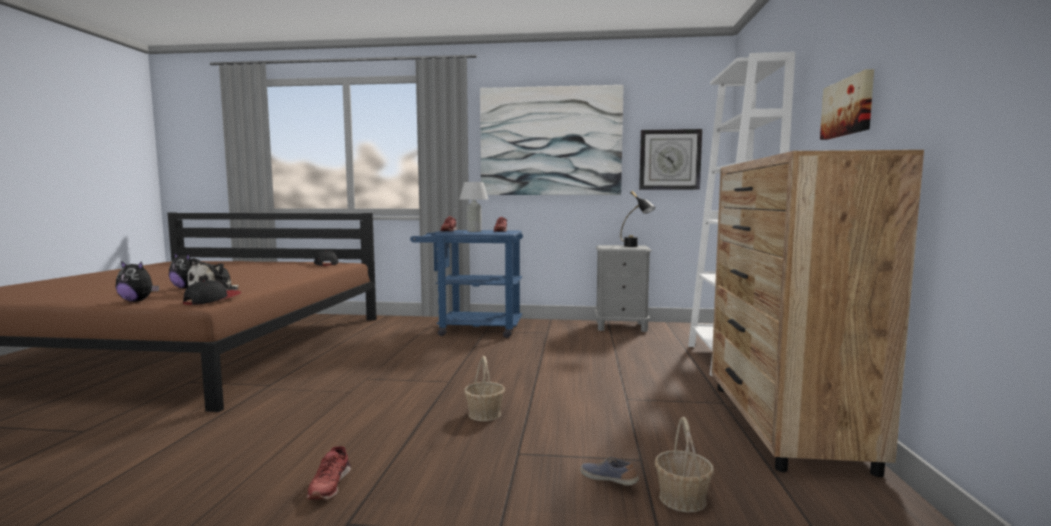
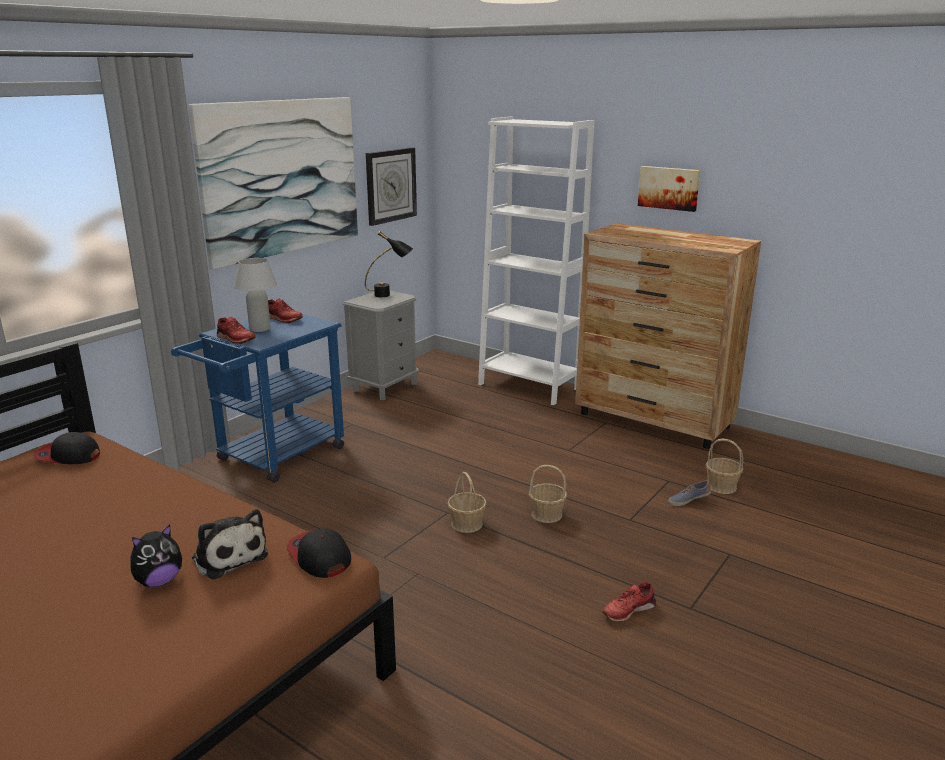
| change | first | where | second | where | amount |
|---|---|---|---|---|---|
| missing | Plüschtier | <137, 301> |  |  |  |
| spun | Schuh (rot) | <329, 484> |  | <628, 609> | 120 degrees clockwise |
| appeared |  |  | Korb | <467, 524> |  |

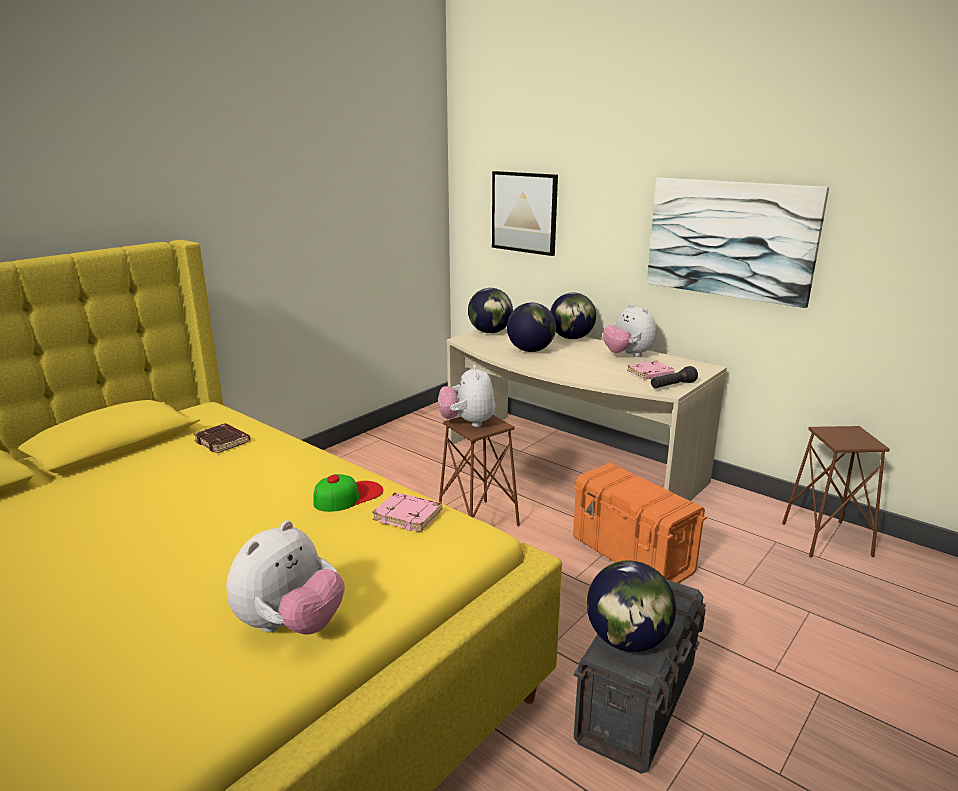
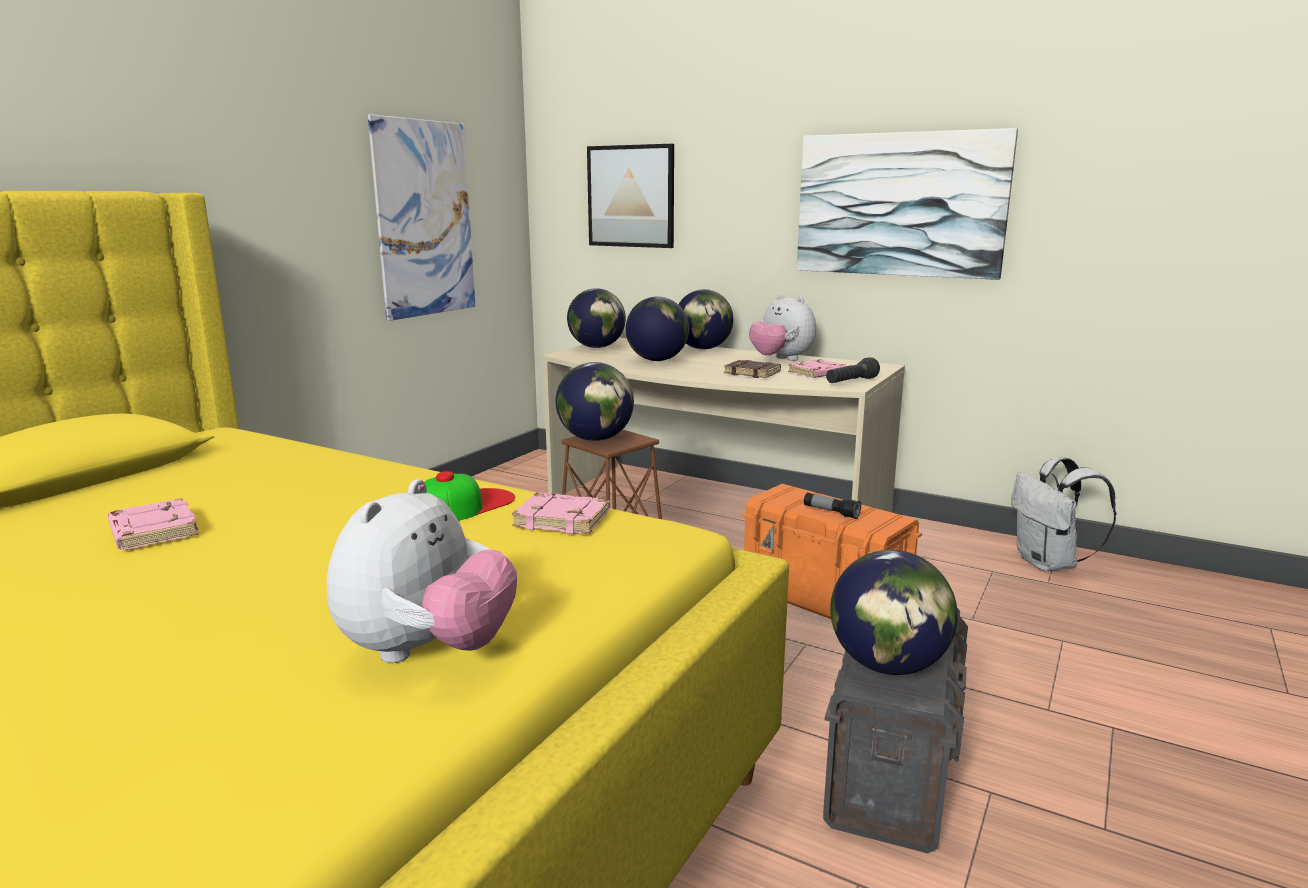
| change | first | where | second | where | amount |
|---|---|---|---|---|---|
| exchanged | Plüschtier | <467, 423> | Globus | <595, 439> |  |
| relocated | Buch (braun) | <223, 442> |  | <753, 373> |  |
| exchanged | Hocker (braun) | <826, 539> | Rucksack (weiß) | <1049, 564> |  |
| appeared |  |  | Bild | <425, 219> |  |
| appeared |  |  | Taschenlampe | <831, 512> |  |
| appeared |  |  | Buch (rosa) | <152, 531> |  |

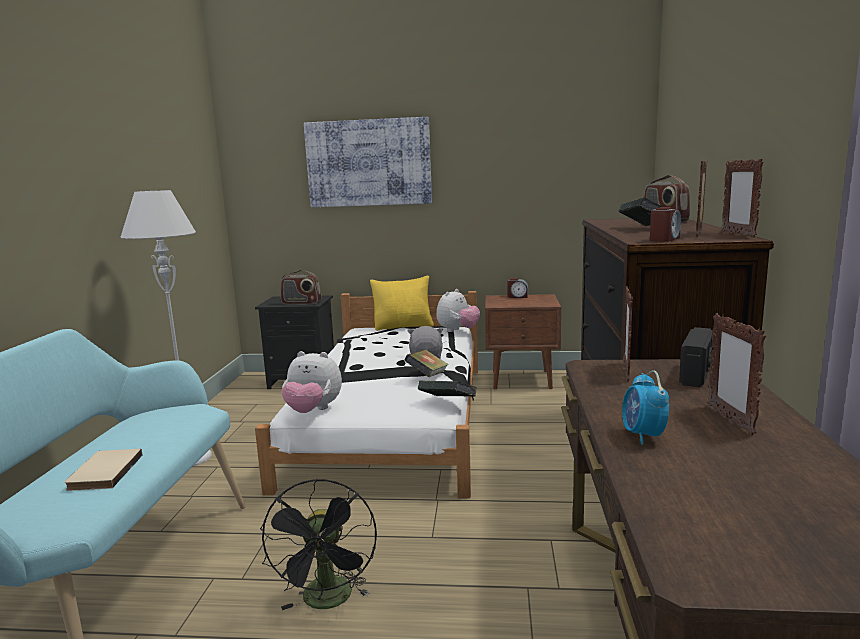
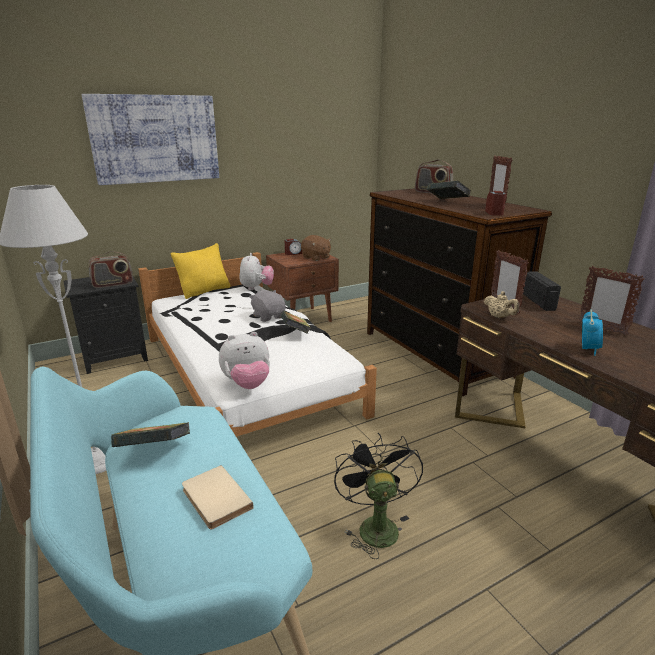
| change | first | where | second | where | amount |
|---|---|---|---|---|---|
| missing | Bilderrahmen | <738, 234> |  |  |  |
| spun | Wecker | <643, 436> |  | <588, 349> | 120 degrees counterclockwise |
| relocated | Buch | <447, 403> |  | <154, 451> |  |
| spun | Ventilator (schwarz) | <328, 601> |  | <374, 525> | 150 degrees counterclockwise |
| appeared |  |  | Plüschtier (braun) | <316, 257> |  |
| appeared |  |  | Teekanne (beige) | <499, 317> |  |

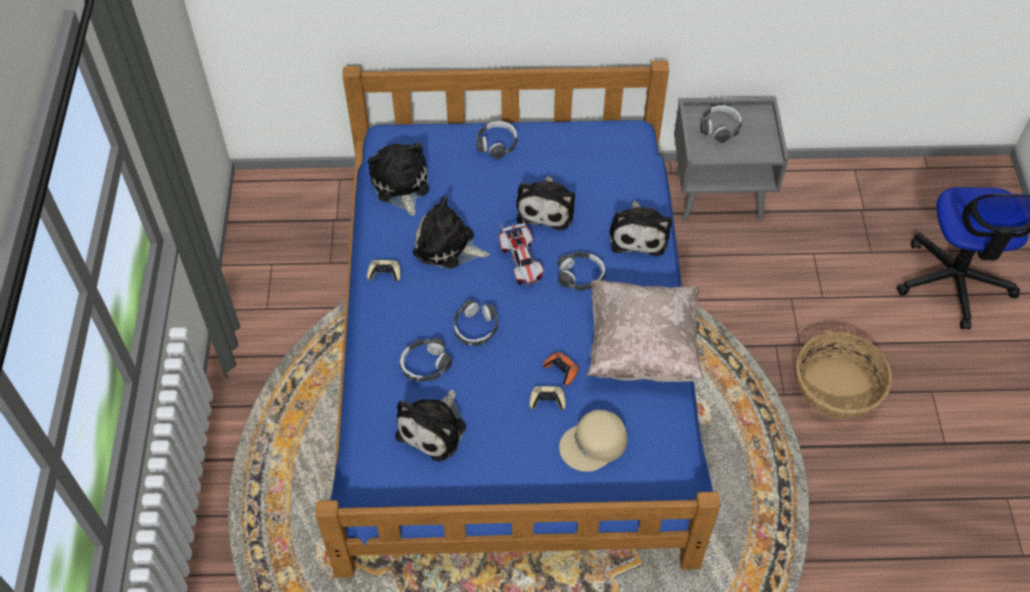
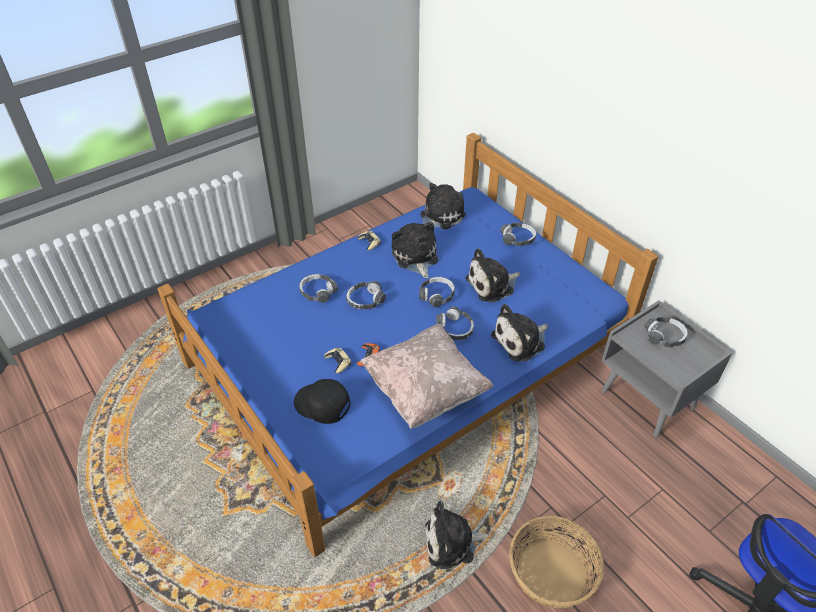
| change | first | where | second | where | amount |
|---|---|---|---|---|---|
| exchanged | Spielzeugauto | <521, 262> | Kopfhörer | <436, 295> |  |
| relocated | Plüschtier | <434, 428> |  | <453, 542> |  |
| colour | Kappe (beige) | <594, 444> | Kappe (schwarz) | <322, 404> |  |

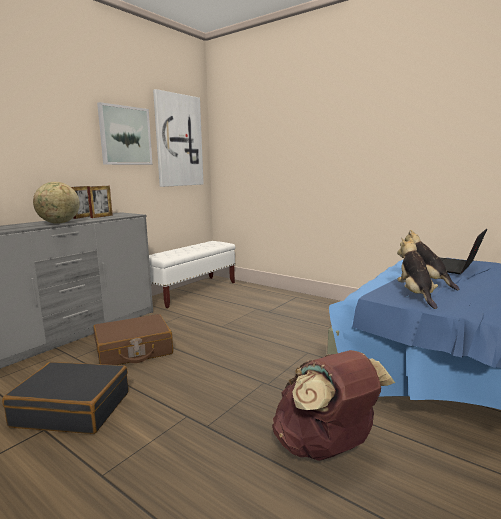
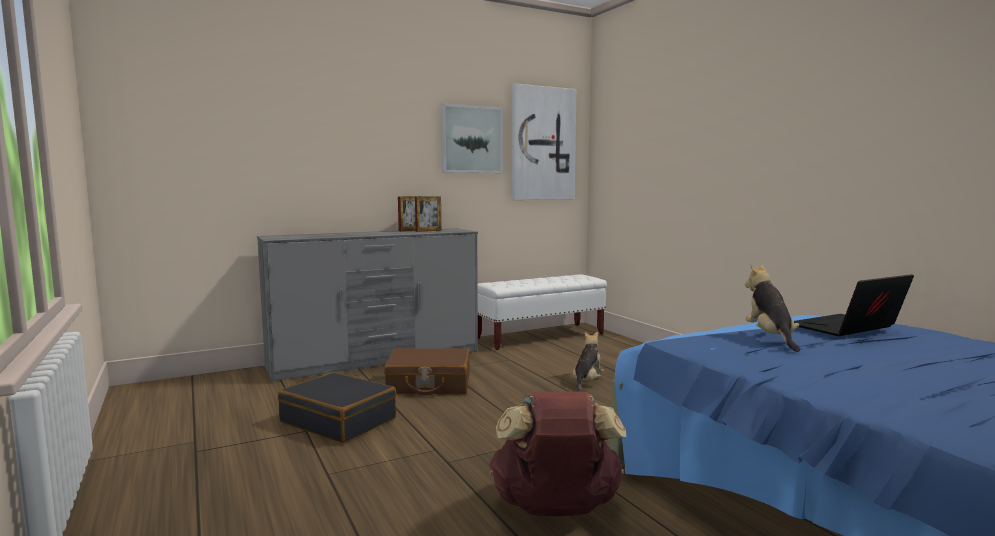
| change | first | where | second | where | amount |
|---|---|---|---|---|---|
| missing | Globus | <59, 223> |  |  |  |
| relocated | Plüschtier | <415, 295> |  | <587, 382> |  |

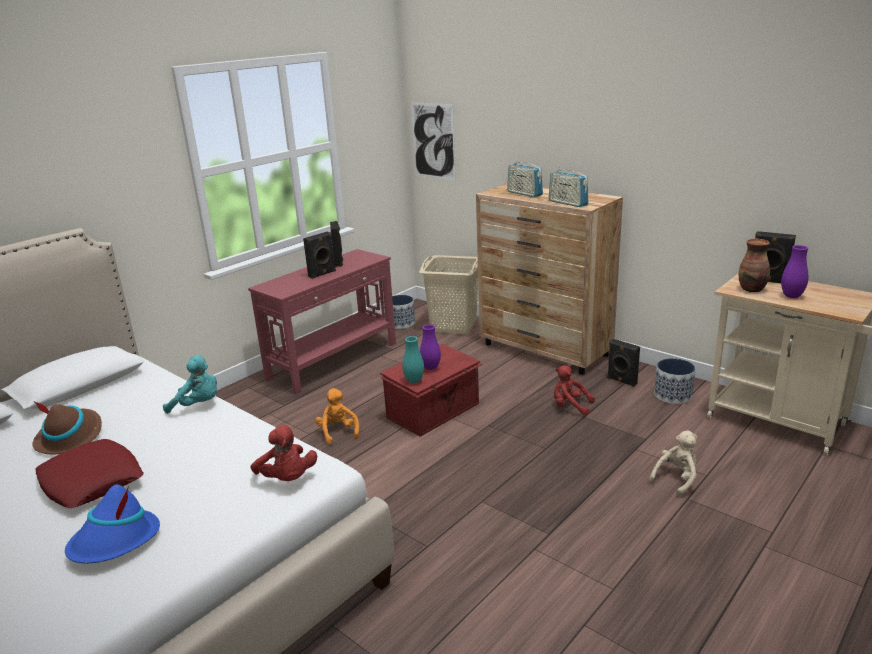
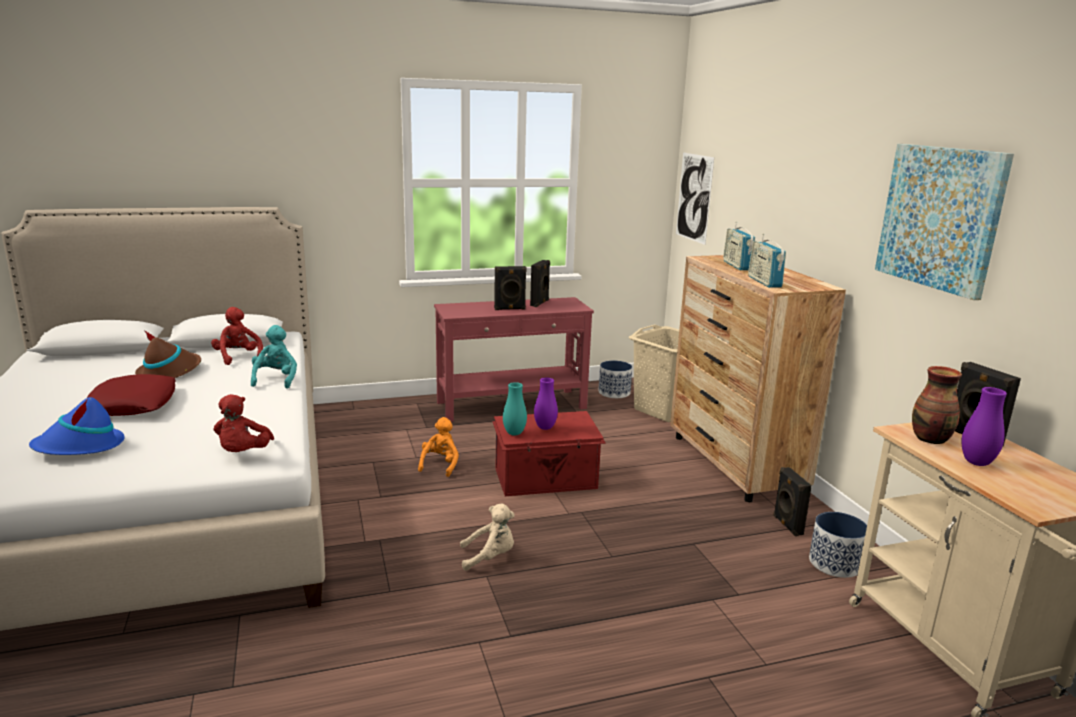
| change | first | where | second | where | amount |
|---|---|---|---|---|---|
| spun | Plüschtier (türkis) | <198, 405> |  | <276, 379> | 135 degrees counterclockwise |
| relocated | Plüschtier (rot) | <570, 406> |  | <238, 357> |  |
| relocated | Plüschtier (beige) | <676, 479> |  | <490, 557> |  |
| appeared |  |  | Bild | <940, 217> |  |

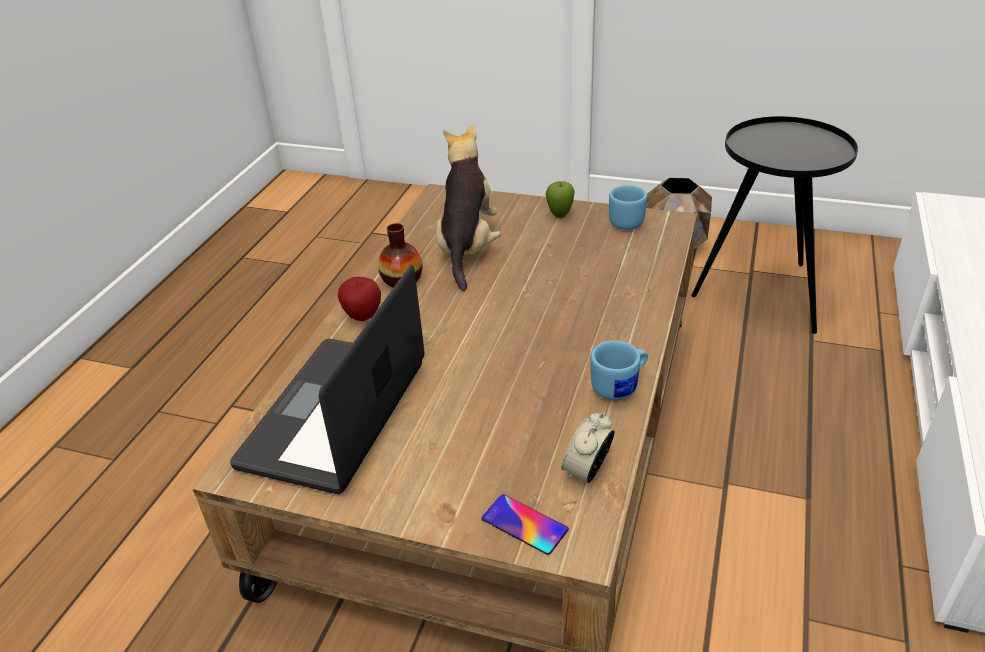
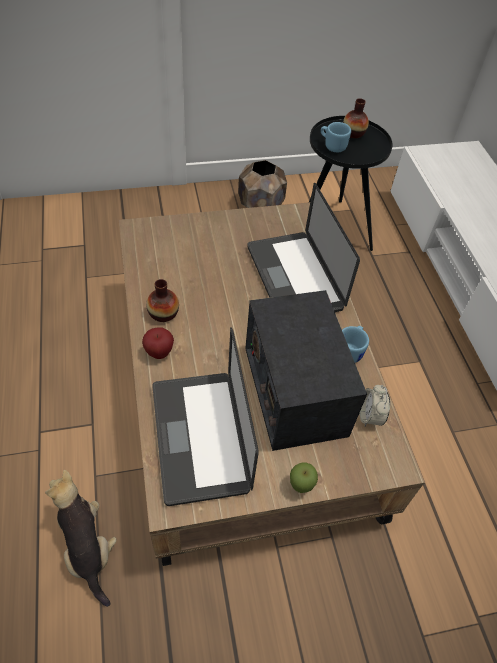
| change | first | where | second | where | amount |
|---|---|---|---|---|---|
| relocated | Plüschtier | <467, 247> |  | <88, 547> |  |
| relocated | Apfel | <560, 216> |  | <300, 486> |  |
| relocated | Henkelbecher (blau) | <623, 221> |  | <332, 146> |  |
| missing | Handy | <524, 524> |  |  |  |
| appeared |  |  | Vase | <353, 133> |  |
| appeared |  |  | Laptop | <294, 277> |  |
| appeared |  |  | Radio | <294, 389> |  |

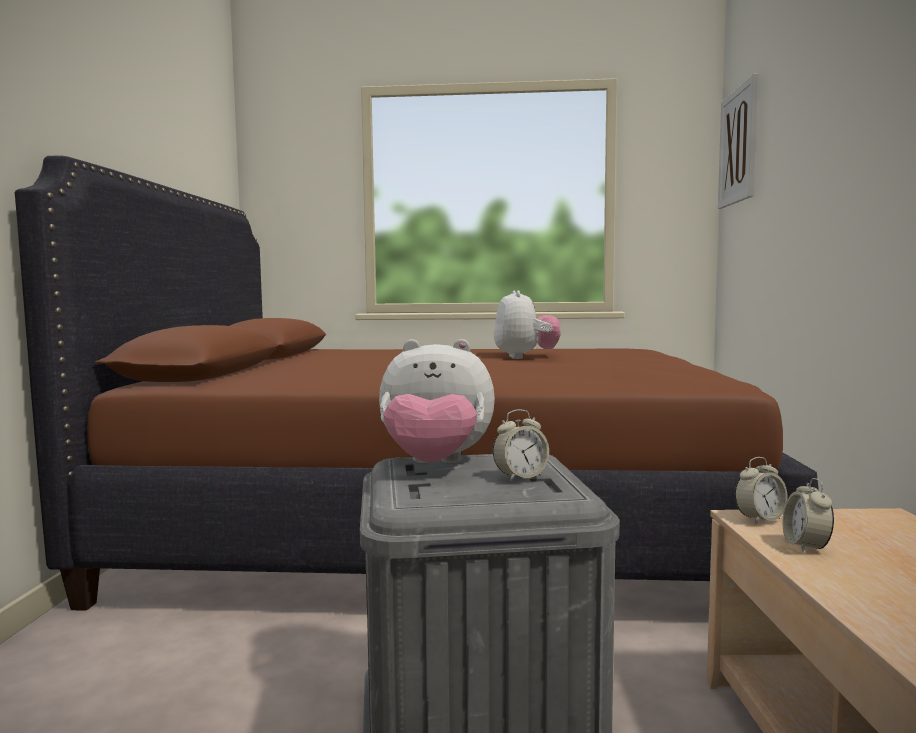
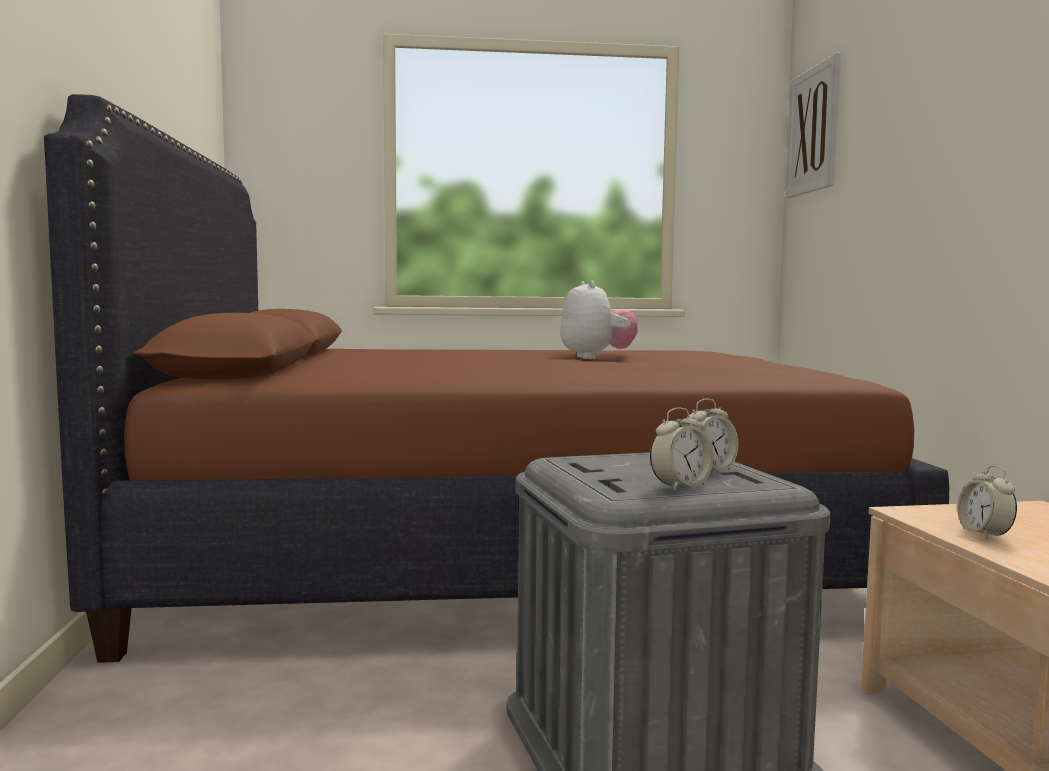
| change | first | where | second | where | amount |
|---|---|---|---|---|---|
| missing | Plüschtier | <435, 465> |  |  |  |
| relocated | Wecker | <759, 519> |  | <680, 486> |  |

